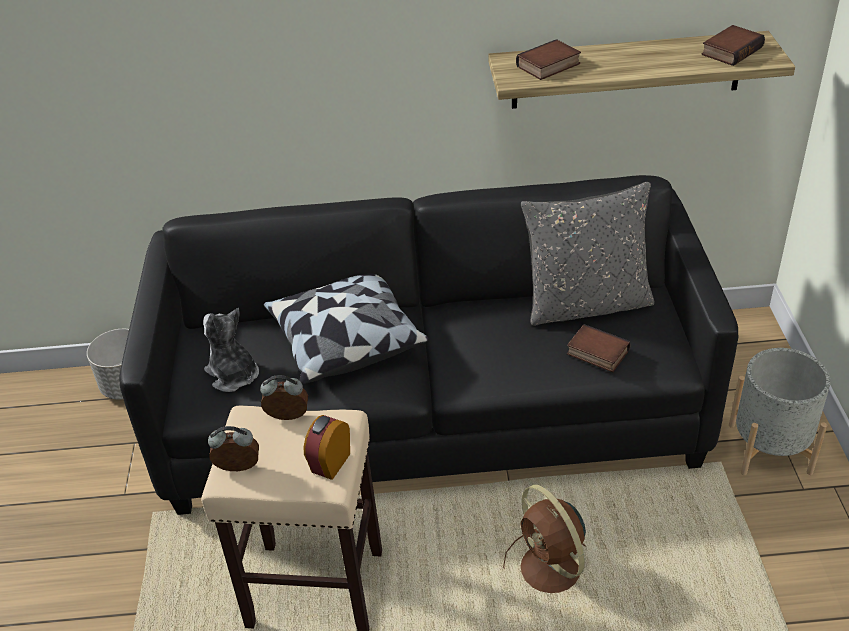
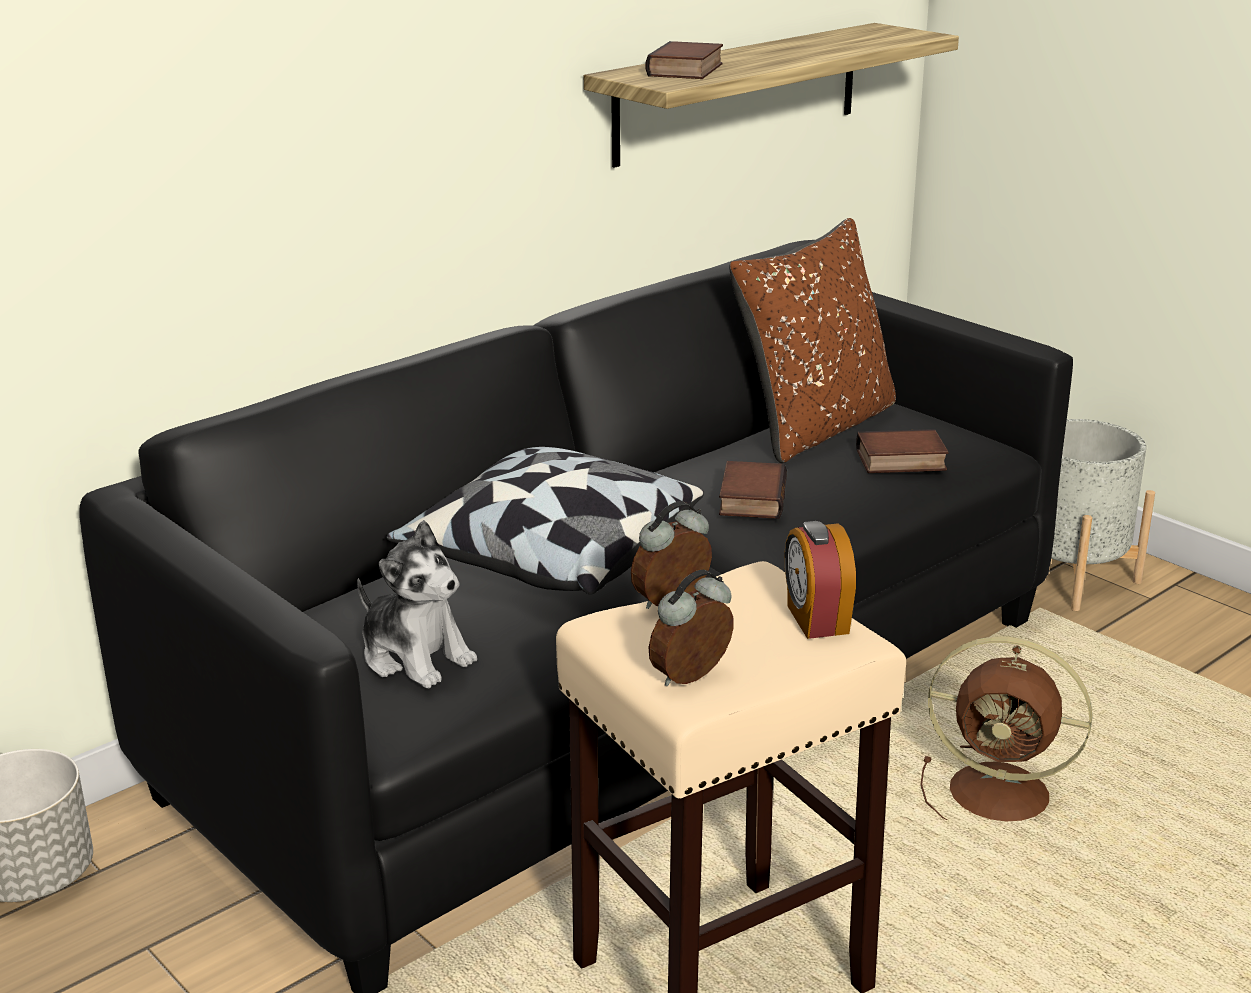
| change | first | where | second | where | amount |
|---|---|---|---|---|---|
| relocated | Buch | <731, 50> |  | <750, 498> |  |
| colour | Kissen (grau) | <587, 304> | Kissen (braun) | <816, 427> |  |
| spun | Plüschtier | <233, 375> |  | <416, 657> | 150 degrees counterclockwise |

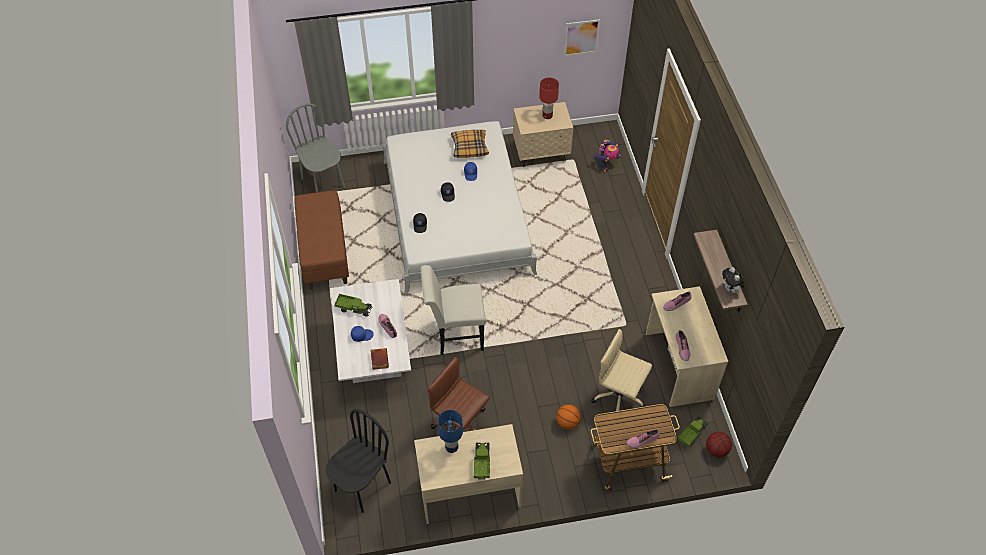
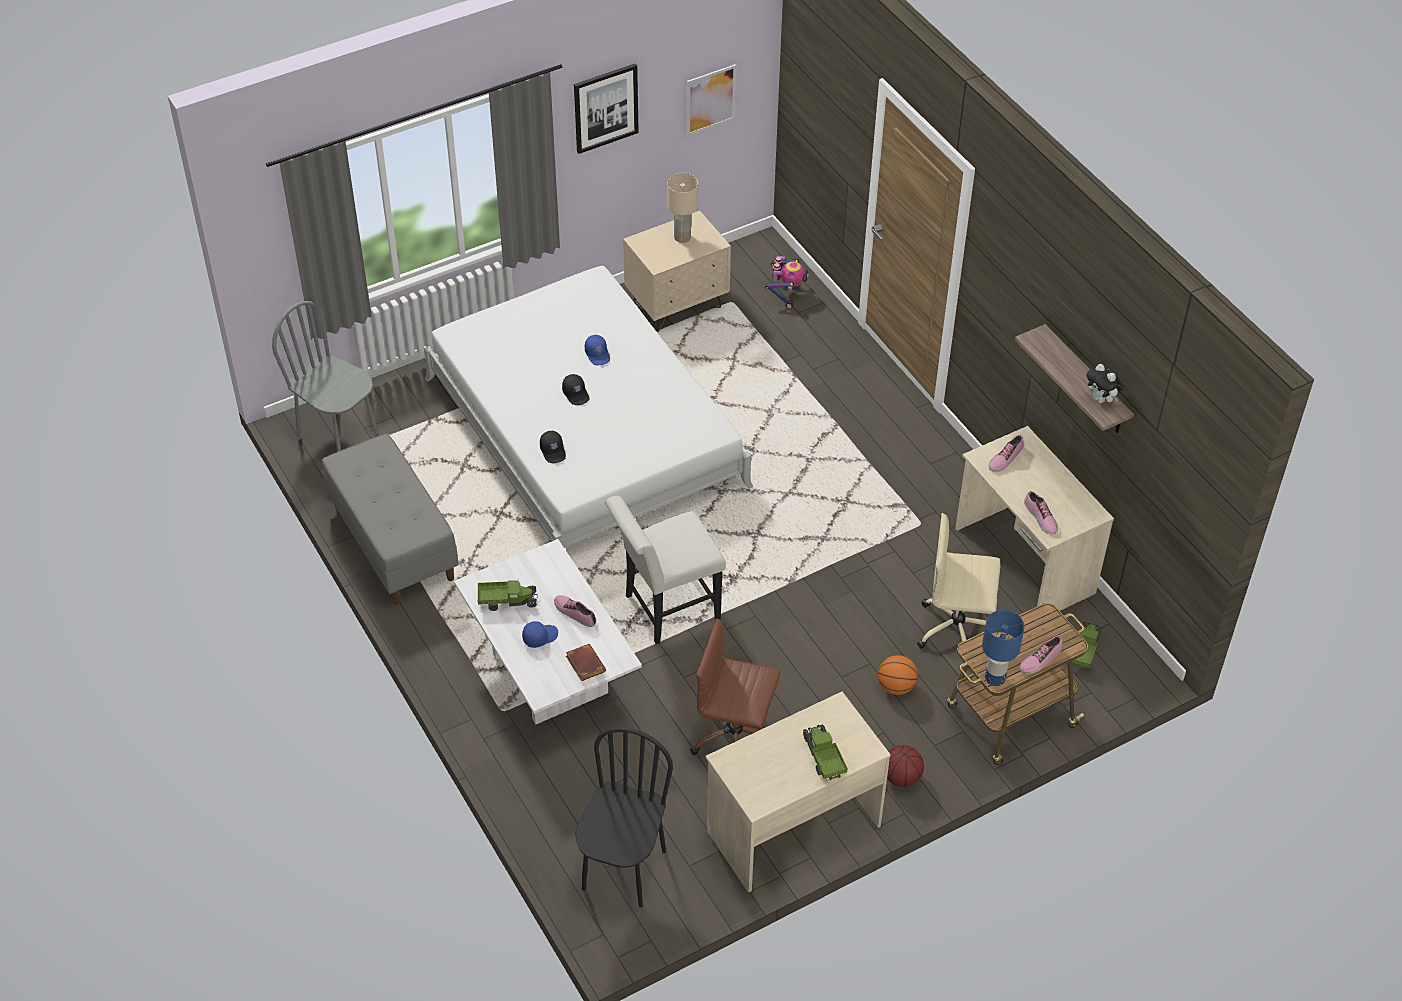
| change | first | where | second | where | amount |
|---|---|---|---|---|---|
| colour | Tischlampe (rot) | <547, 116> | Tischlampe (beige) | <682, 238> |  |
| missing | Kissen | <469, 147> |  |  |  |
| colour | Bank (braun) | <324, 252> | Bank (grau) | <392, 542> |  |
| relocated | Tischlampe (blau) | <452, 447> |  | <995, 677> |  |
| relocated | Basketball | <716, 450> |  | <901, 777> |  |
| appeared |  |  | Bild | <605, 107> |  |

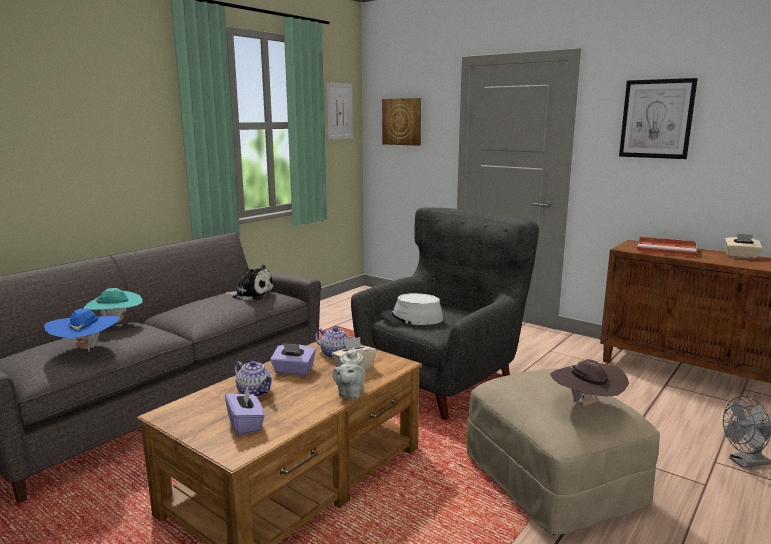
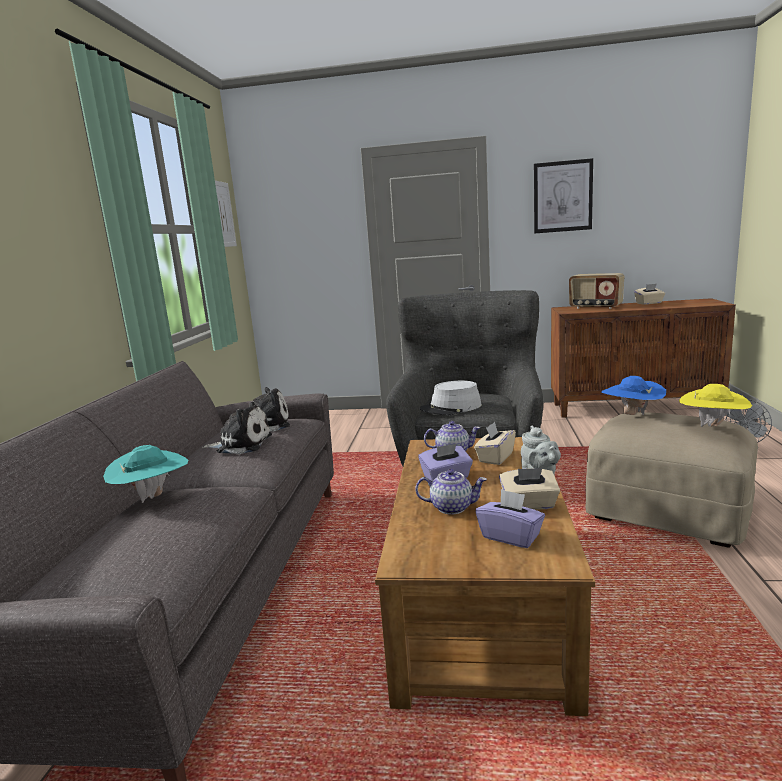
| change | first | where | second | where | amount |
|---|---|---|---|---|---|
| missing | Bild | <402, 121> |  |  |  |
| exchanged | Tablett (rot) | <667, 249> | Radio | <595, 307> |  |
| relocated | Hut (blau) | <87, 348> |  | <632, 415> |  |
| colour | Hut (braun) | <586, 405> | Hut (gelb) | <712, 426> |  |
| appeared |  |  | Plüschtier | <241, 444> |  |
| appeared |  |  | Taschentuchbox (beige) | <529, 505> |  |

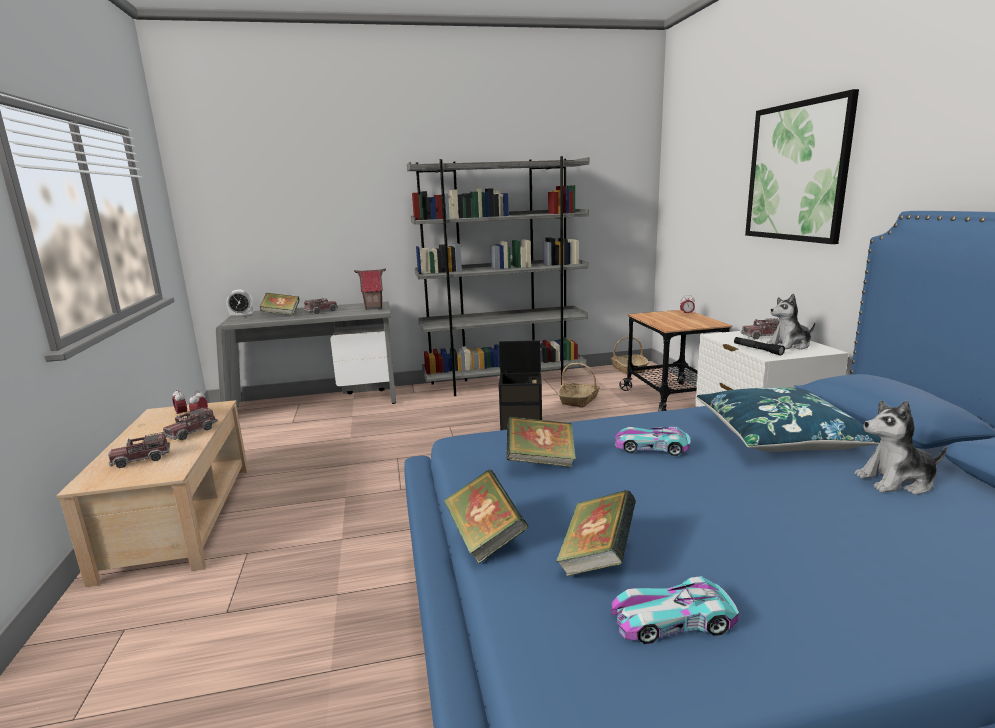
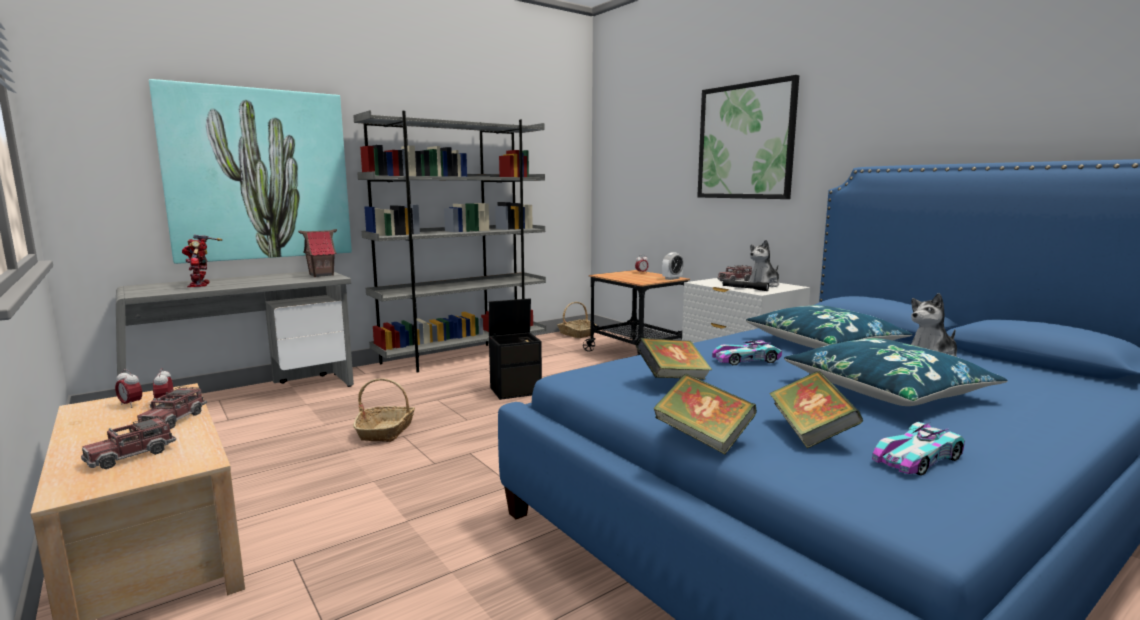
| change | first | where | second | where | amount |
|---|---|---|---|---|---|
| relocated | Wecker | <242, 316> |  | <672, 278> |  |
| exchanged | Buch | <281, 314> | Spielzeugroboter | <201, 285> |  |
| missing | Spielzeuglaster | <321, 311> |  |  |  |
| relocated | Korb | <579, 400> |  | <386, 431> |  |
| appeared |  |  | Bild | <259, 175> |  |
| appeared |  |  | Kissen (blau) | <887, 390> |  |

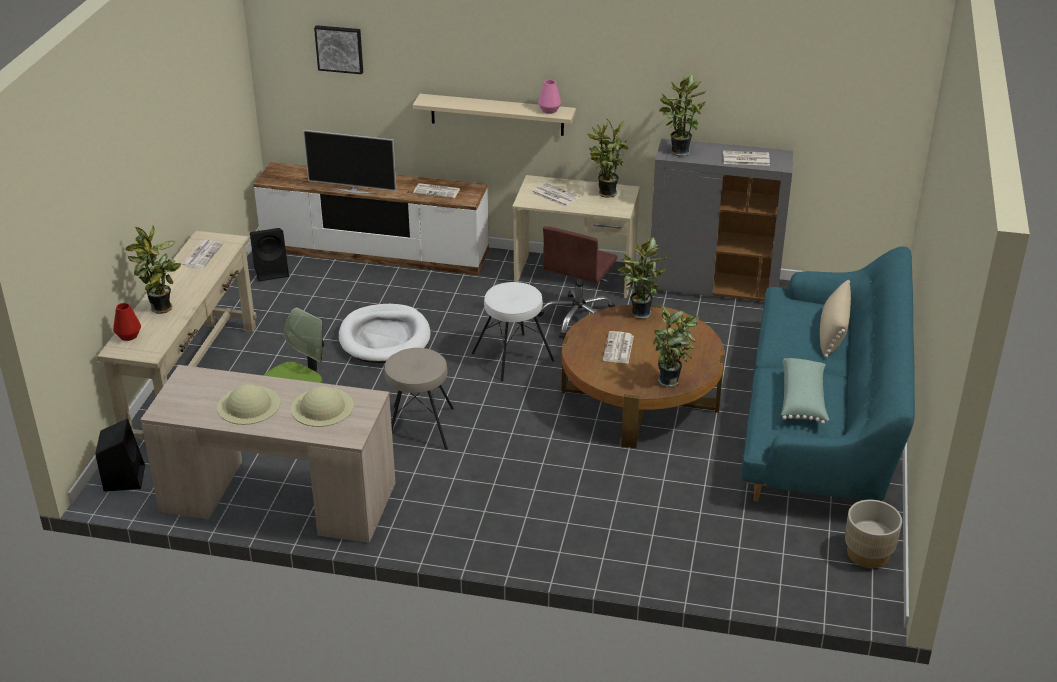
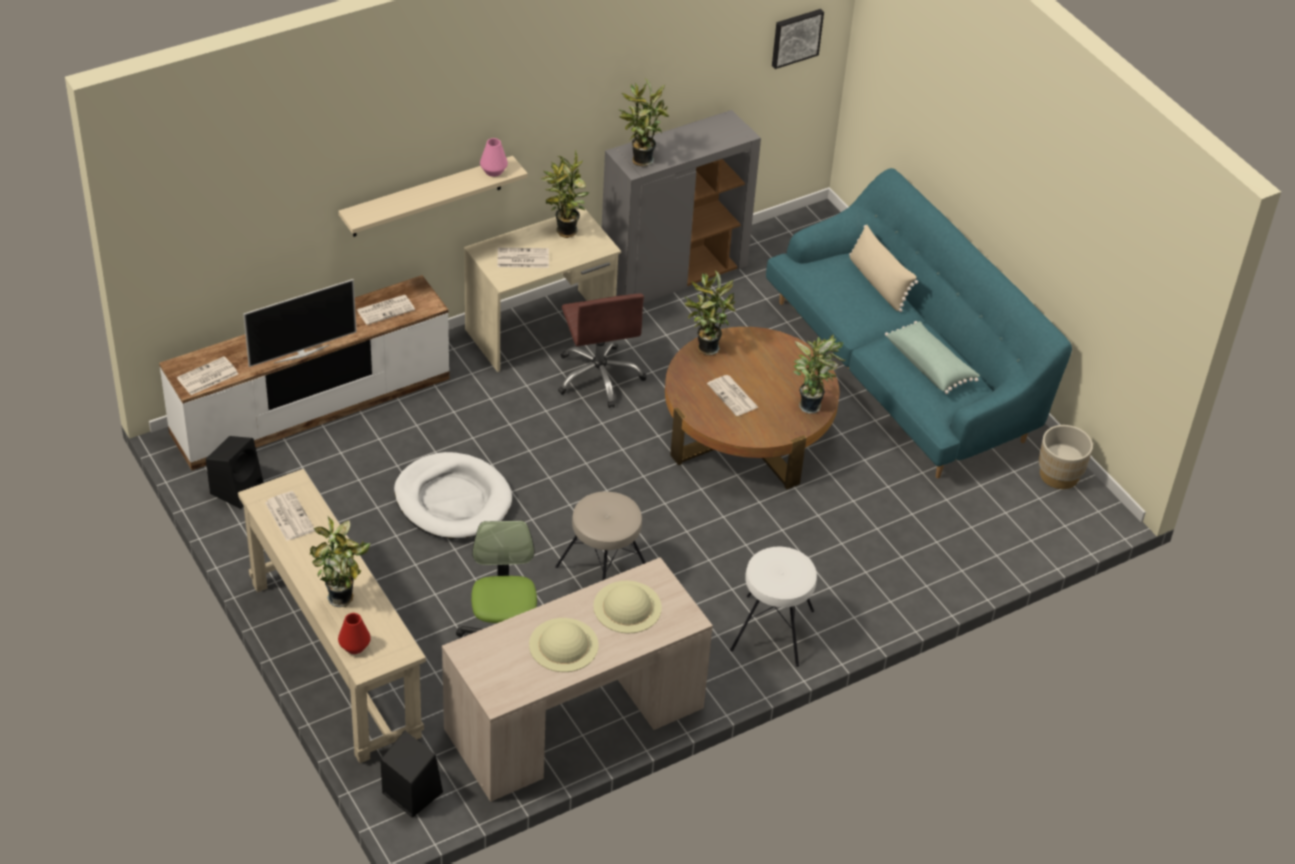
| change | first | where | second | where | amount |
|---|---|---|---|---|---|
| relocated | Bild | <339, 48> |  | <796, 37> |  |
| relocated | Zeitung | <745, 159> |  | <207, 377> |  |
| relocated | Hocker (weiß) | <513, 357> |  | <773, 630> |  |

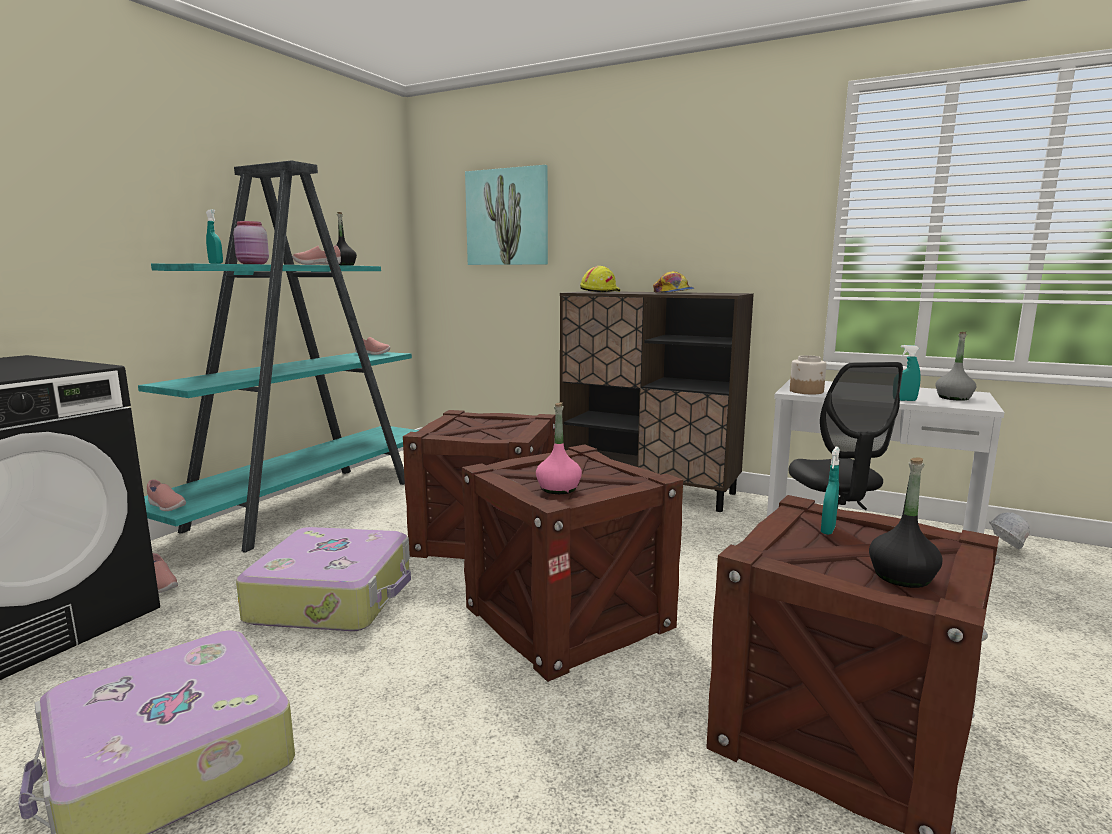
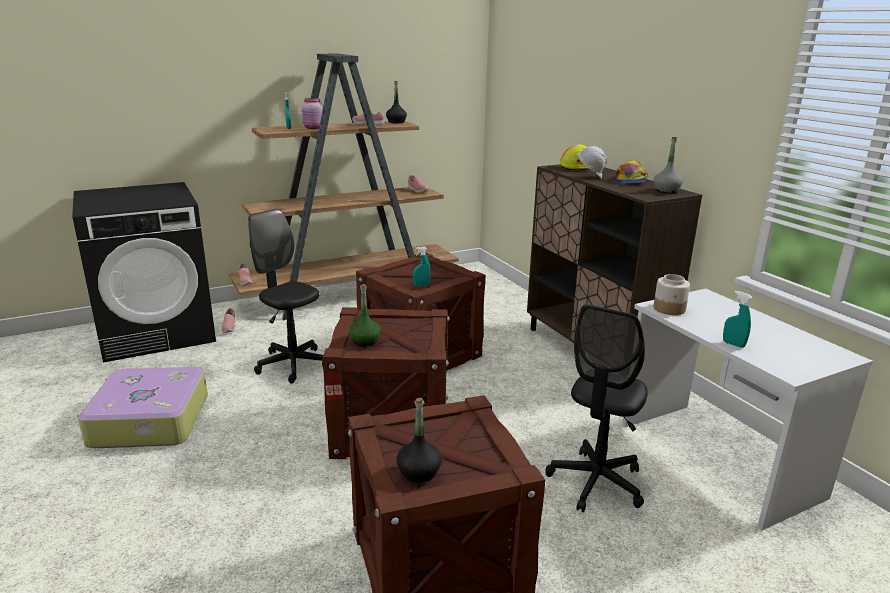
| change | first | where | second | where | amount |
|---|---|---|---|---|---|
| colour | Bücherregal (türkis) | <307, 504> | Bücherregal (braun) | <349, 295> |  |
| missing | Bild | <507, 217> |  |  |  |
| relocated | Flasche (grau) | <953, 398> |  | <666, 191> |  |
| colour | Flasche (rosa) | <558, 489> | Flasche (grün) | <365, 341> |  |
| relocated | Sprühflasche (türkis) | <828, 530> |  | <421, 285> |  |
| relocated | Schutzhelm (weiß) | <1004, 549> |  | <590, 177> |  |
| exchanged | Koffer | <334, 596> | Bürostuhl (schwarz) | <292, 364> |  |

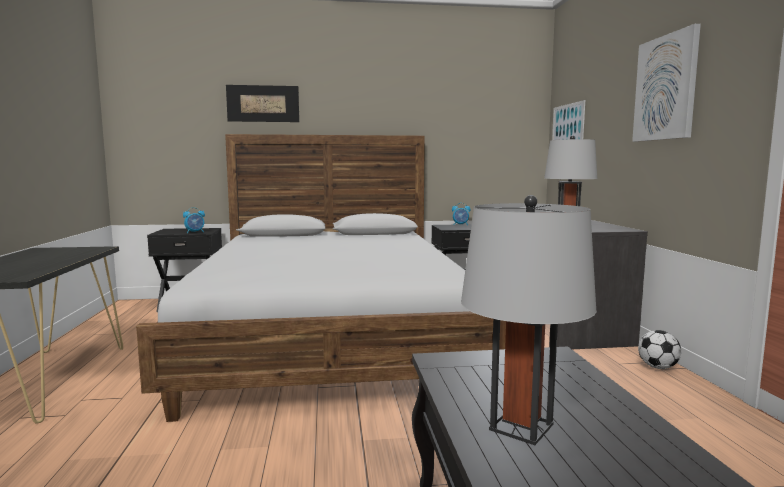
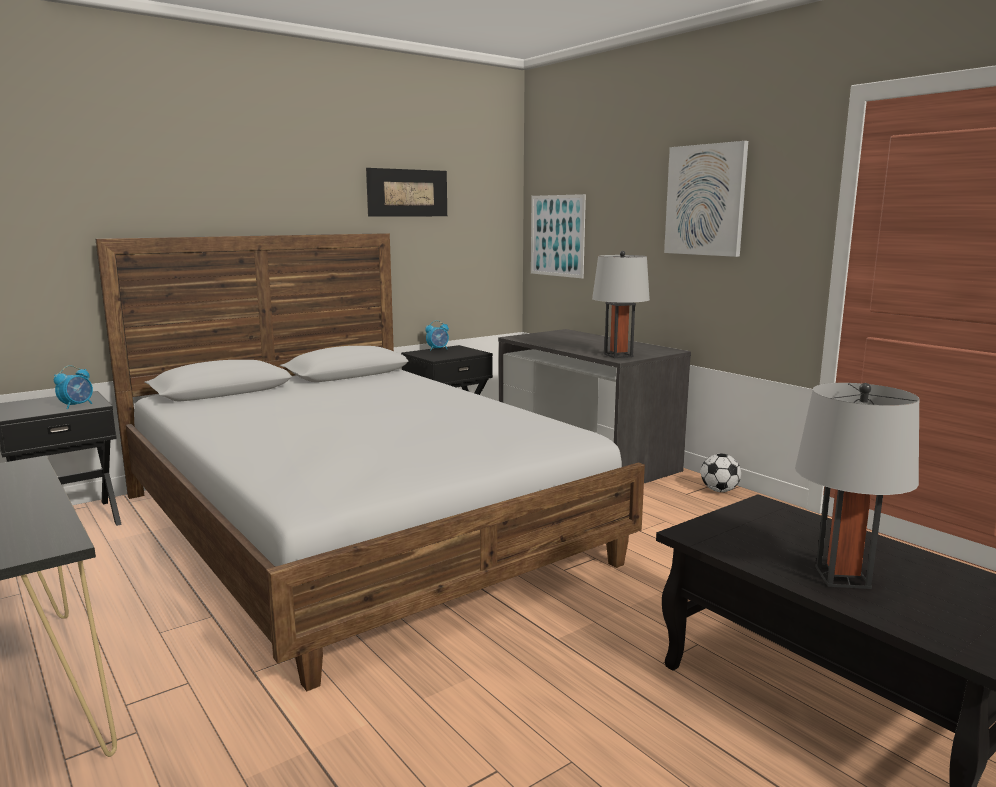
| change | first | where | second | where | amount |
|---|---|---|---|---|---|
| relocated | Bild | <263, 103> |  | <407, 193> |  |

